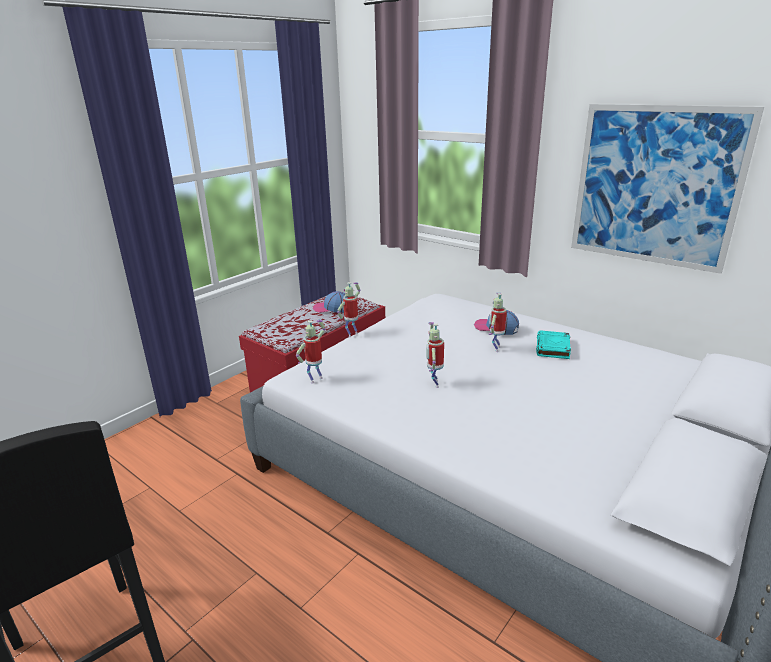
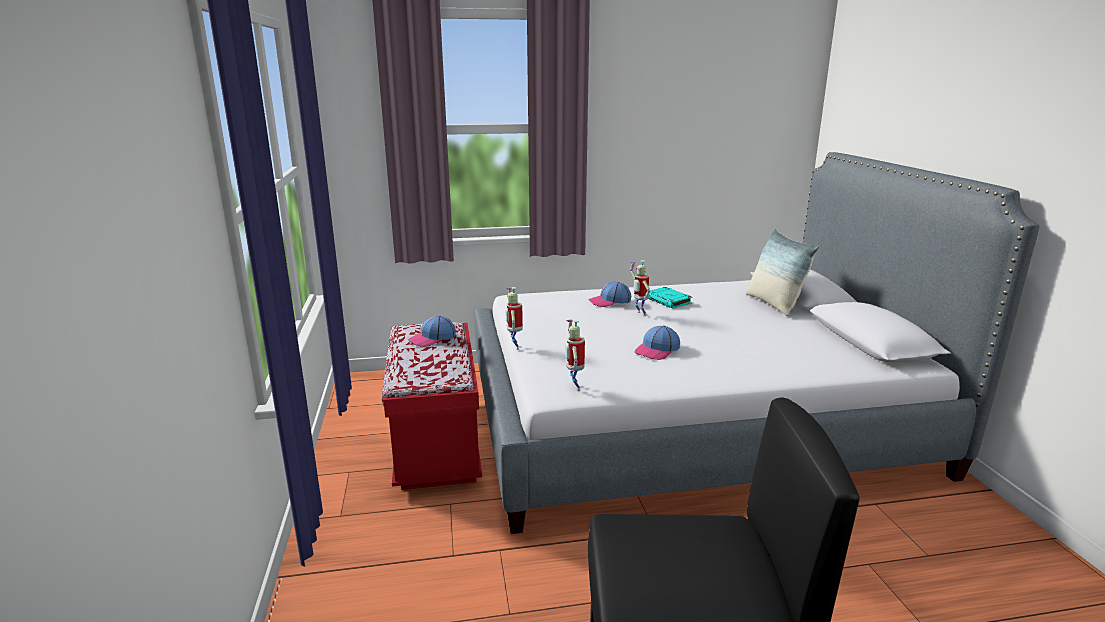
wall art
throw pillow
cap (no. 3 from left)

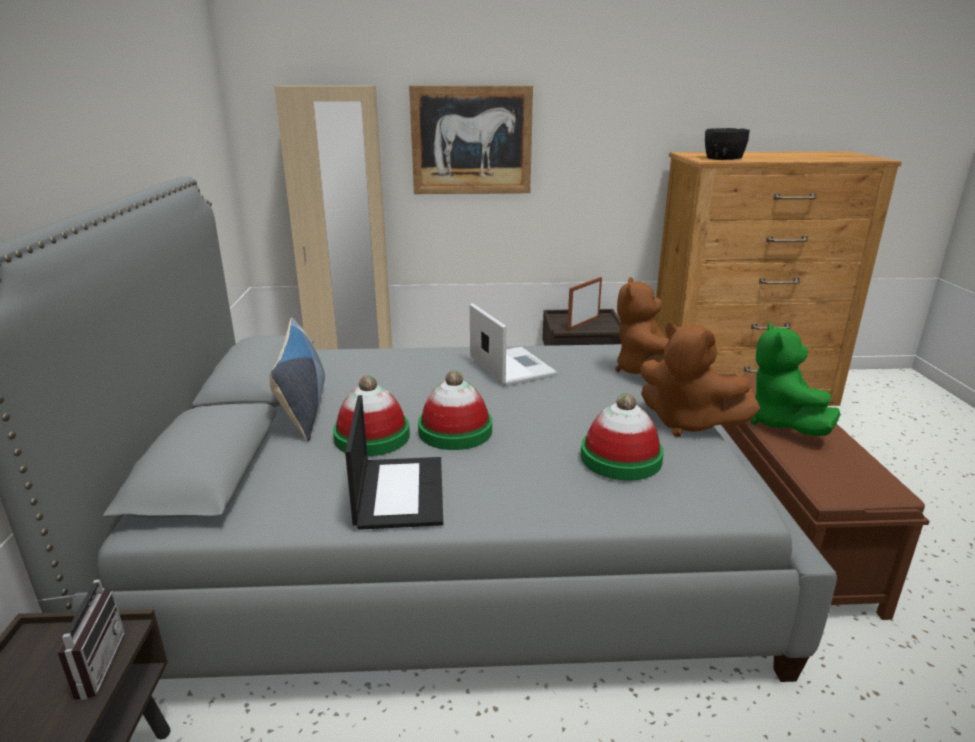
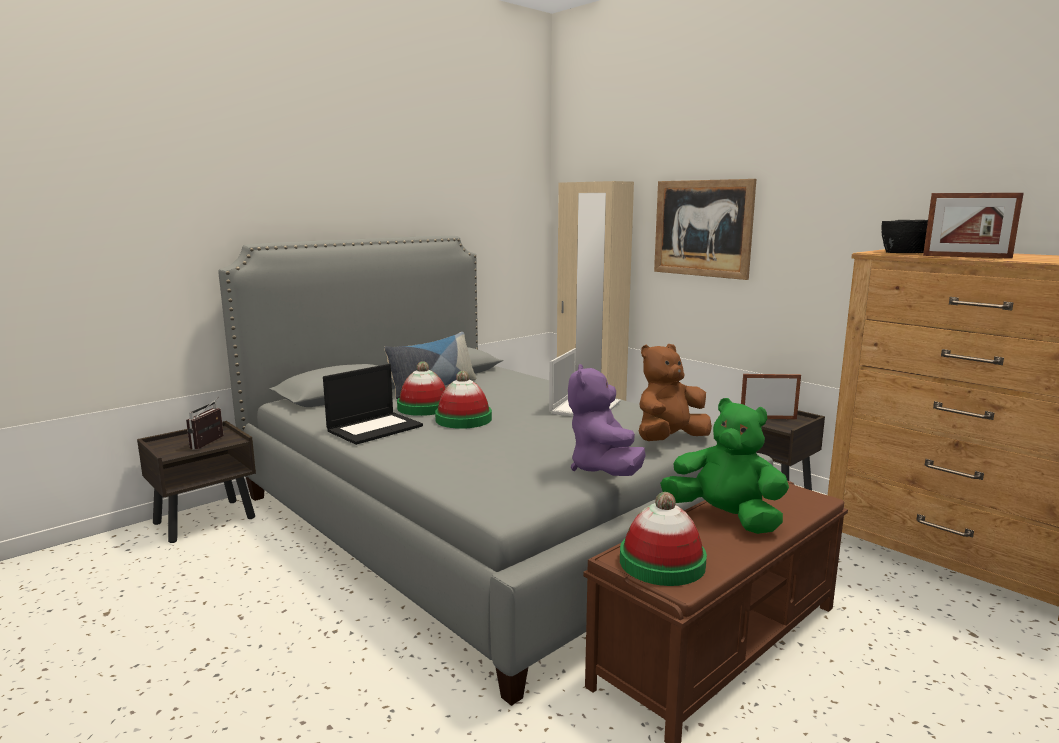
standing frame (no. 2 from left)
wearable hat (no. 3 from left)
cuddly toy (purple)
radio
cuddly toy (greenish)

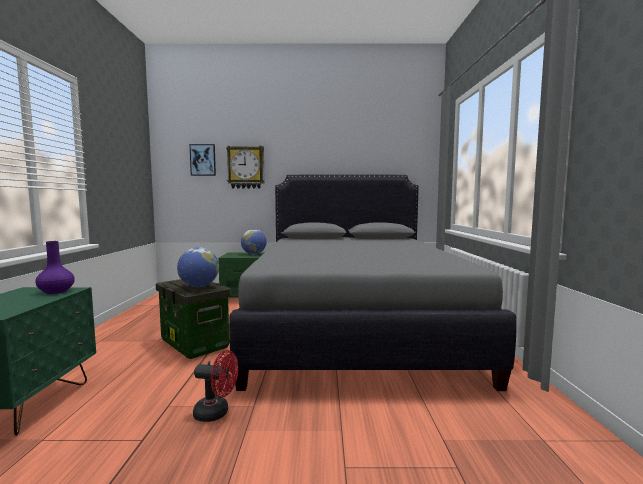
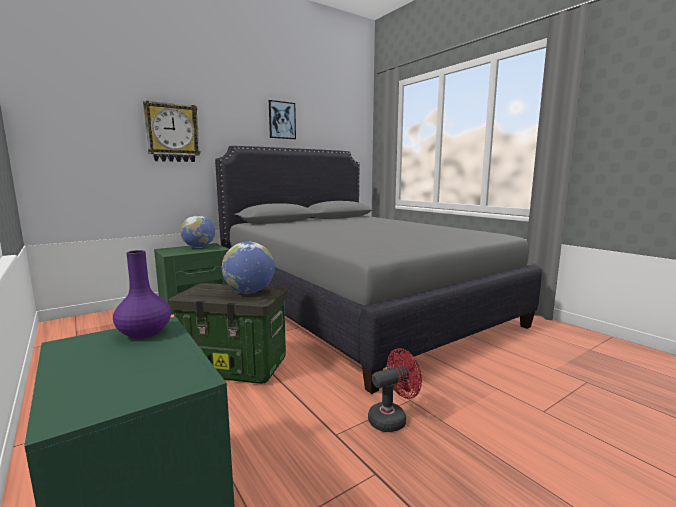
wall art

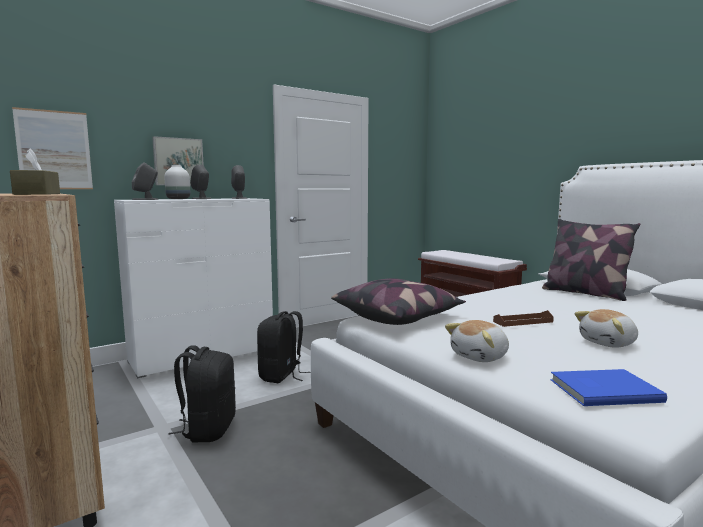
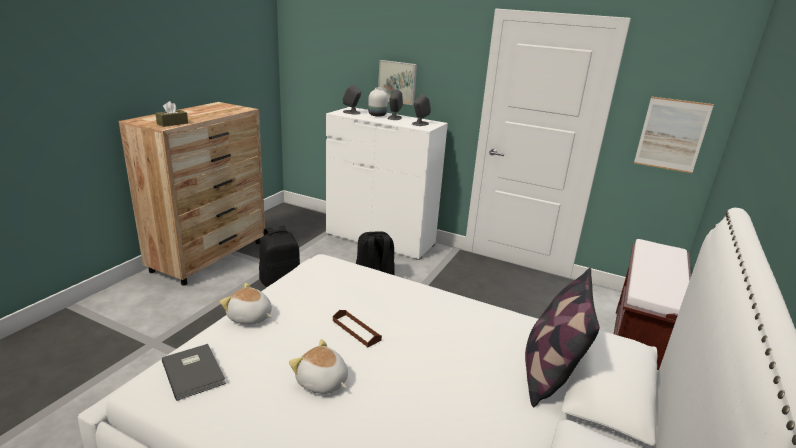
throw pillow (no. 1 from left in the first image)
wall art (no. 2 from left)
bound book (greyish)

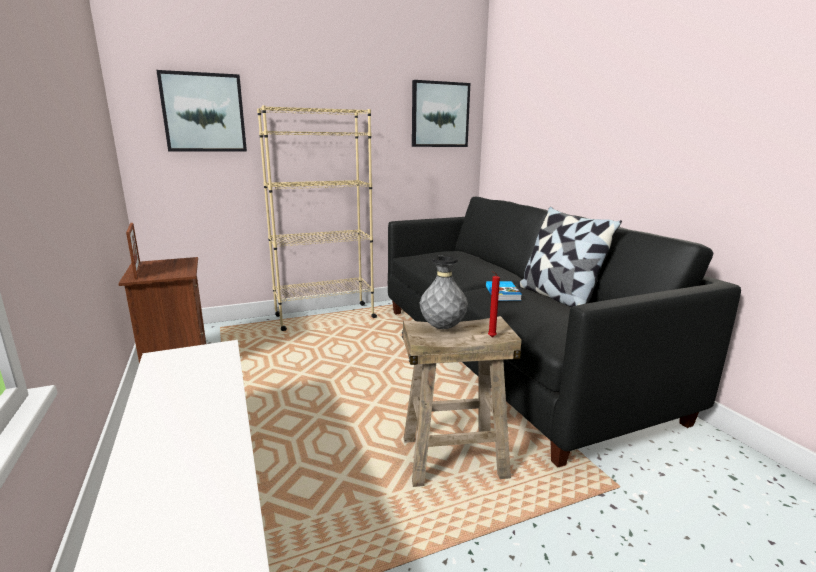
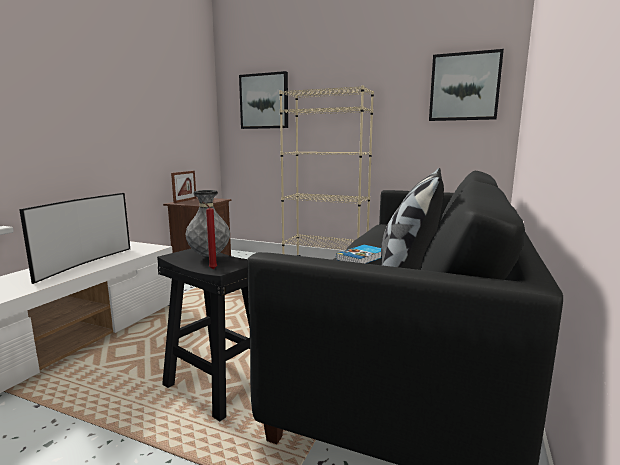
TV
sitting stool (black-coloured)

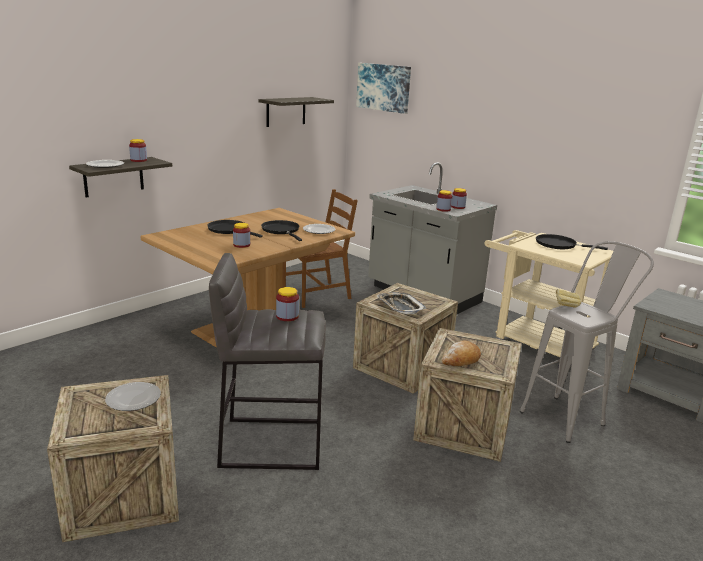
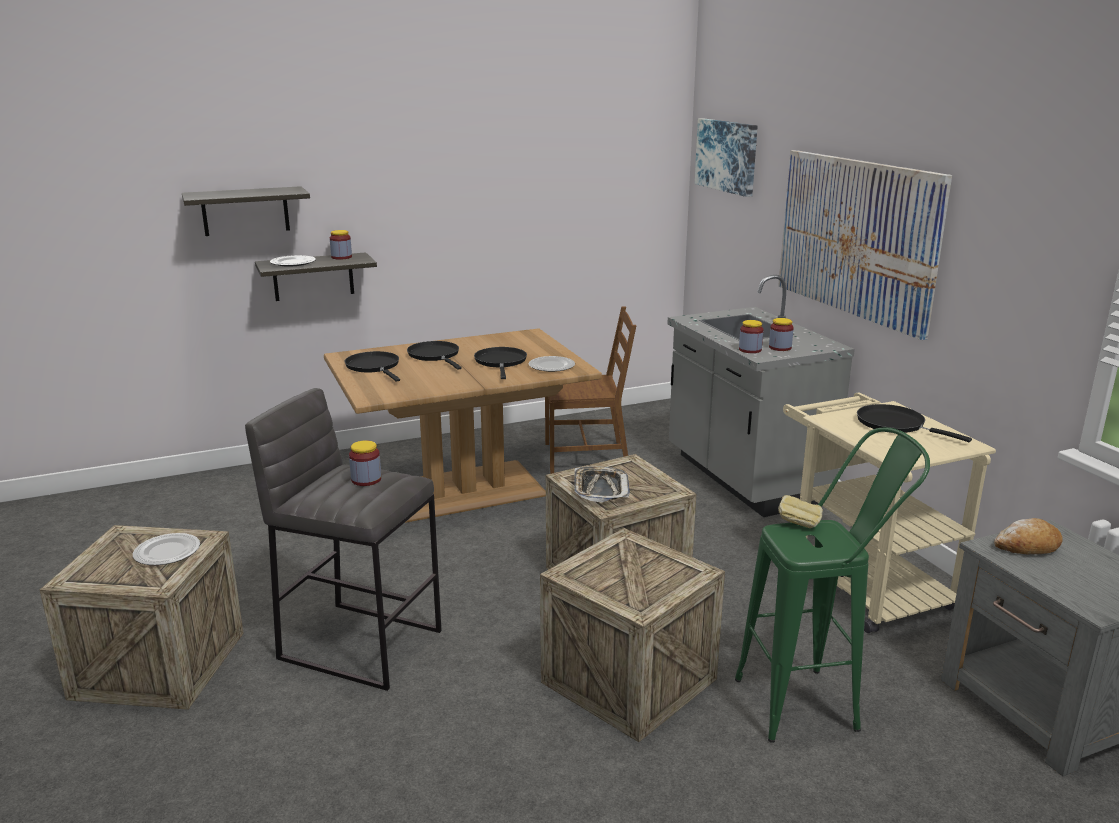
jar (no. 2 from left in the first image)
pan (black-coloured) (no. 1 from left)
wall art (no. 2 from left)
shelf (no. 1 from left)
bread (no. 2 from left)
sitting stool (greenish)

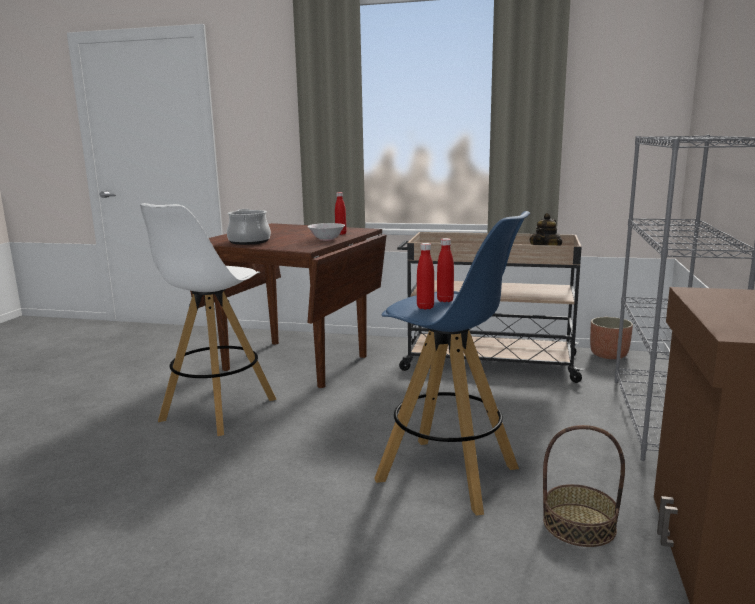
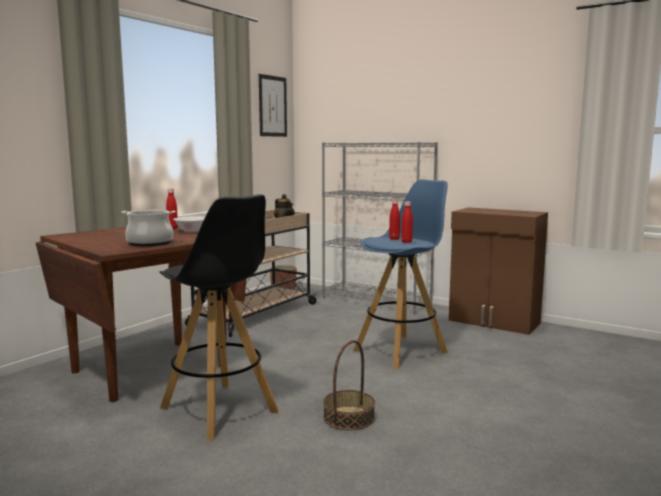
wall art
basket
sitting stool (black-coloured)

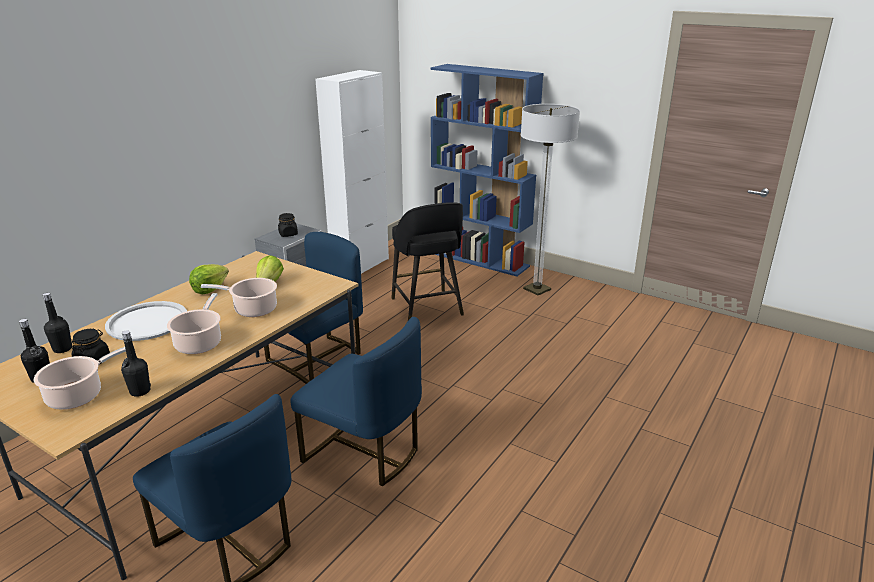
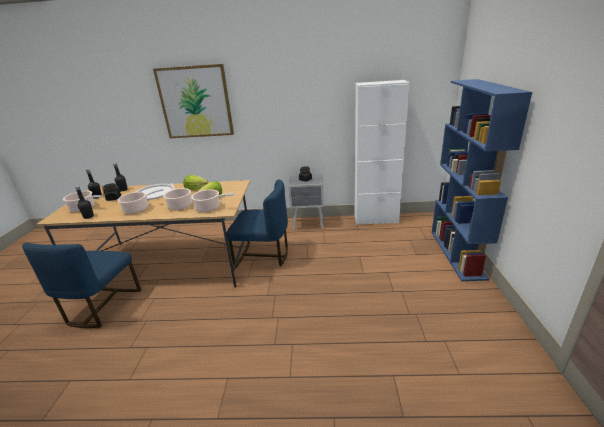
plain chair (blue) (no. 3 from left in the first image)
sitting stool (black-coloured)
floor lamp
wall art
stockpot (no. 4 from left)

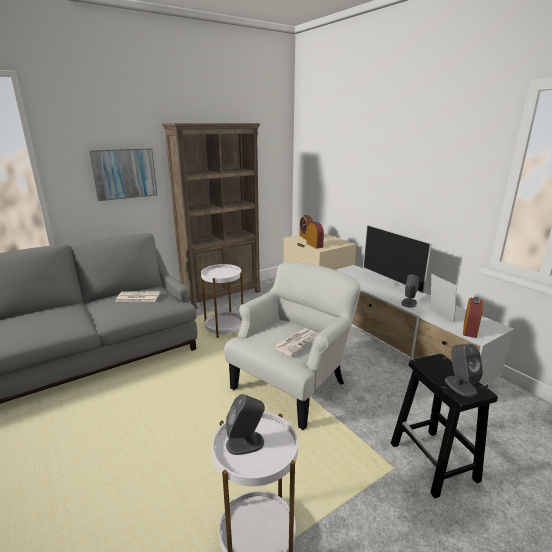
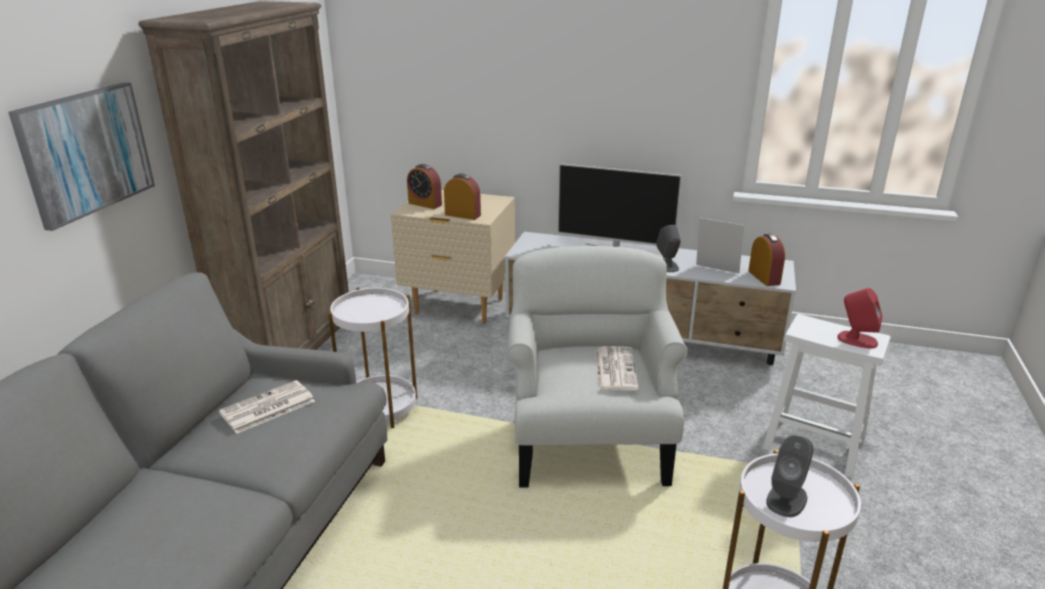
sitting stool (white-coloured)
speaker (red-coloured)

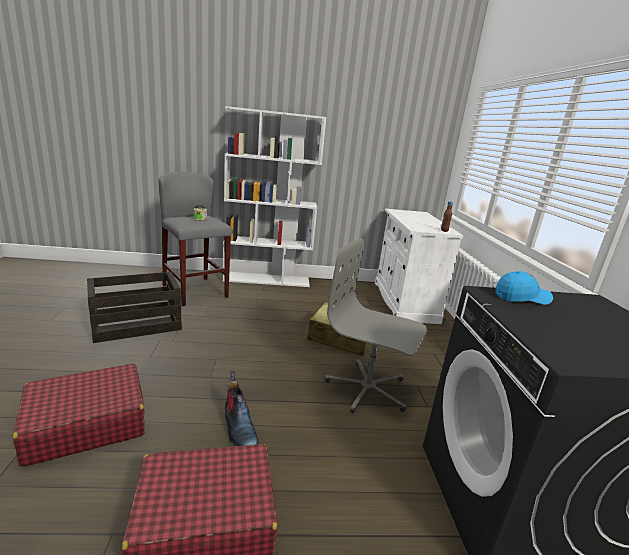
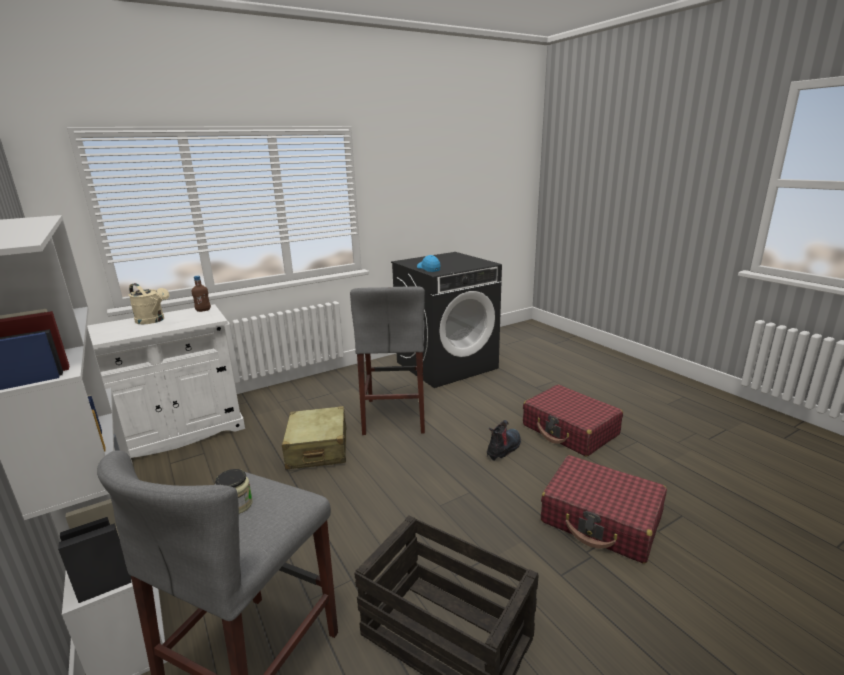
watering pot (beige)
sitting stool (greyish) (no. 2 from left)

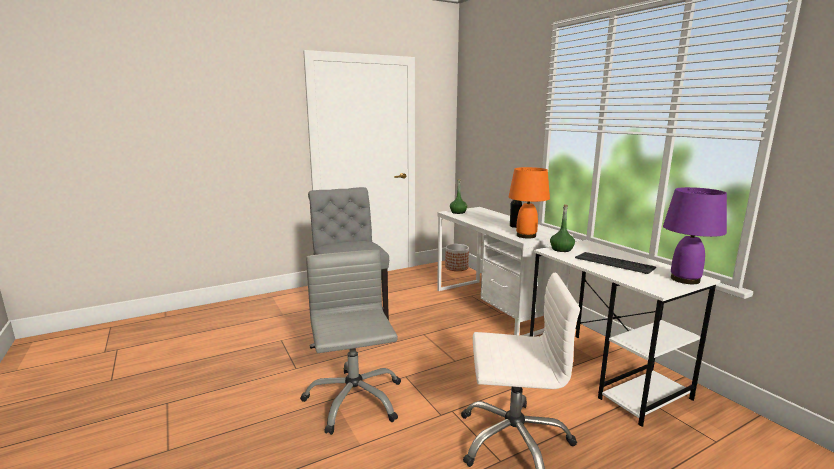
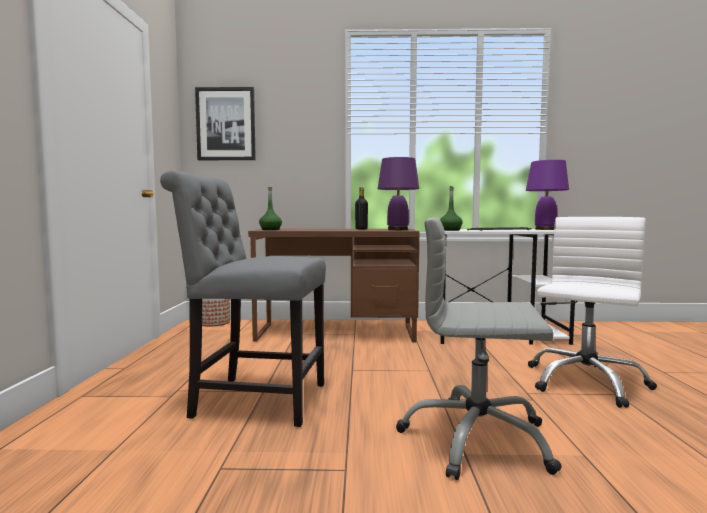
wall art
desk unit (brown)
tabletop lamp (purple) (no. 1 from left)

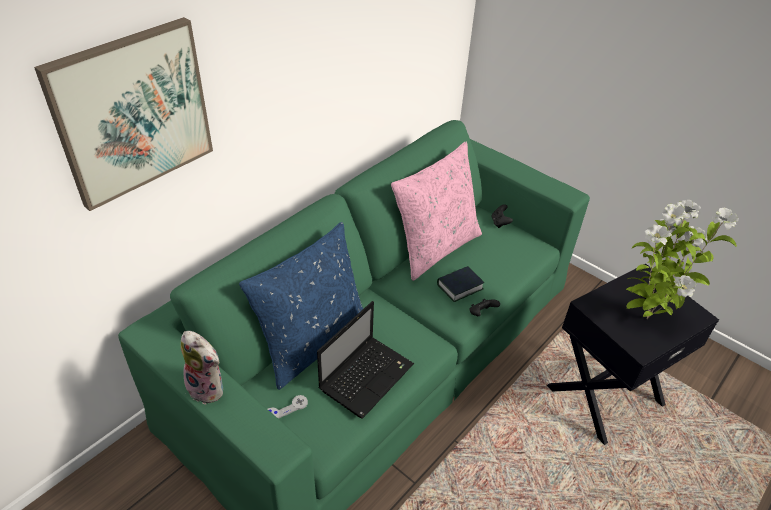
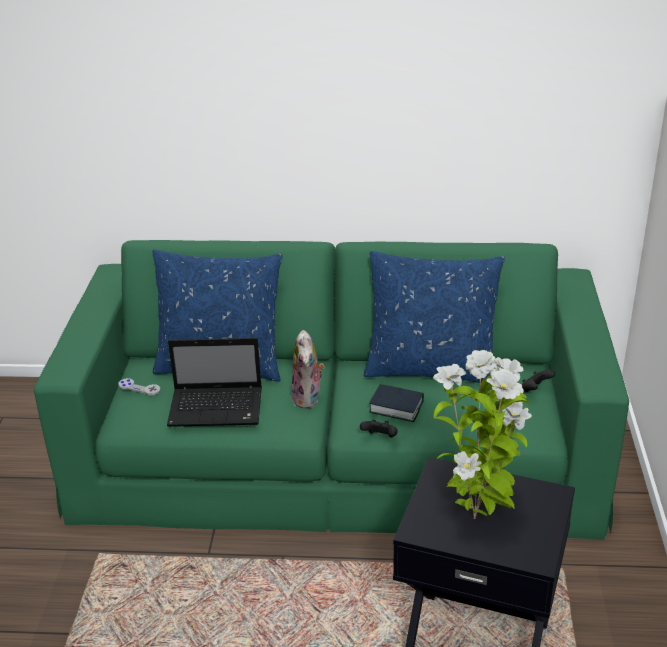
wall art
cuddly toy
throw pillow (blue) (no. 2 from left)

